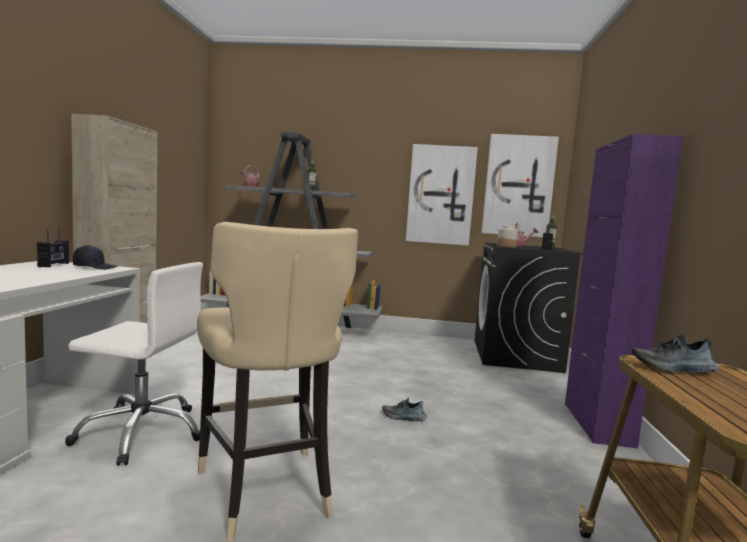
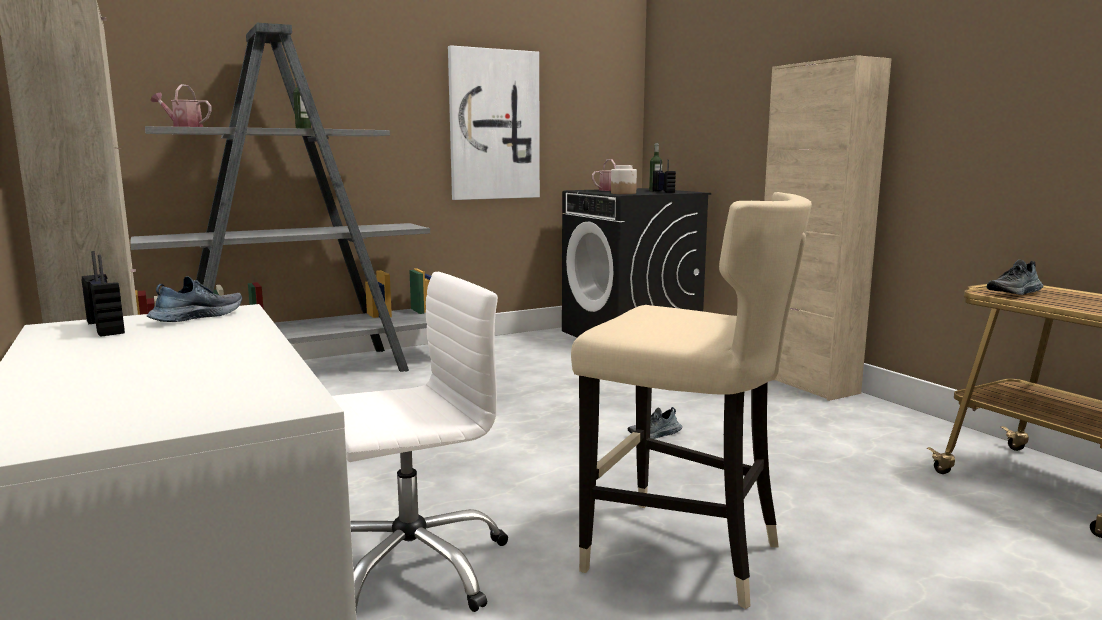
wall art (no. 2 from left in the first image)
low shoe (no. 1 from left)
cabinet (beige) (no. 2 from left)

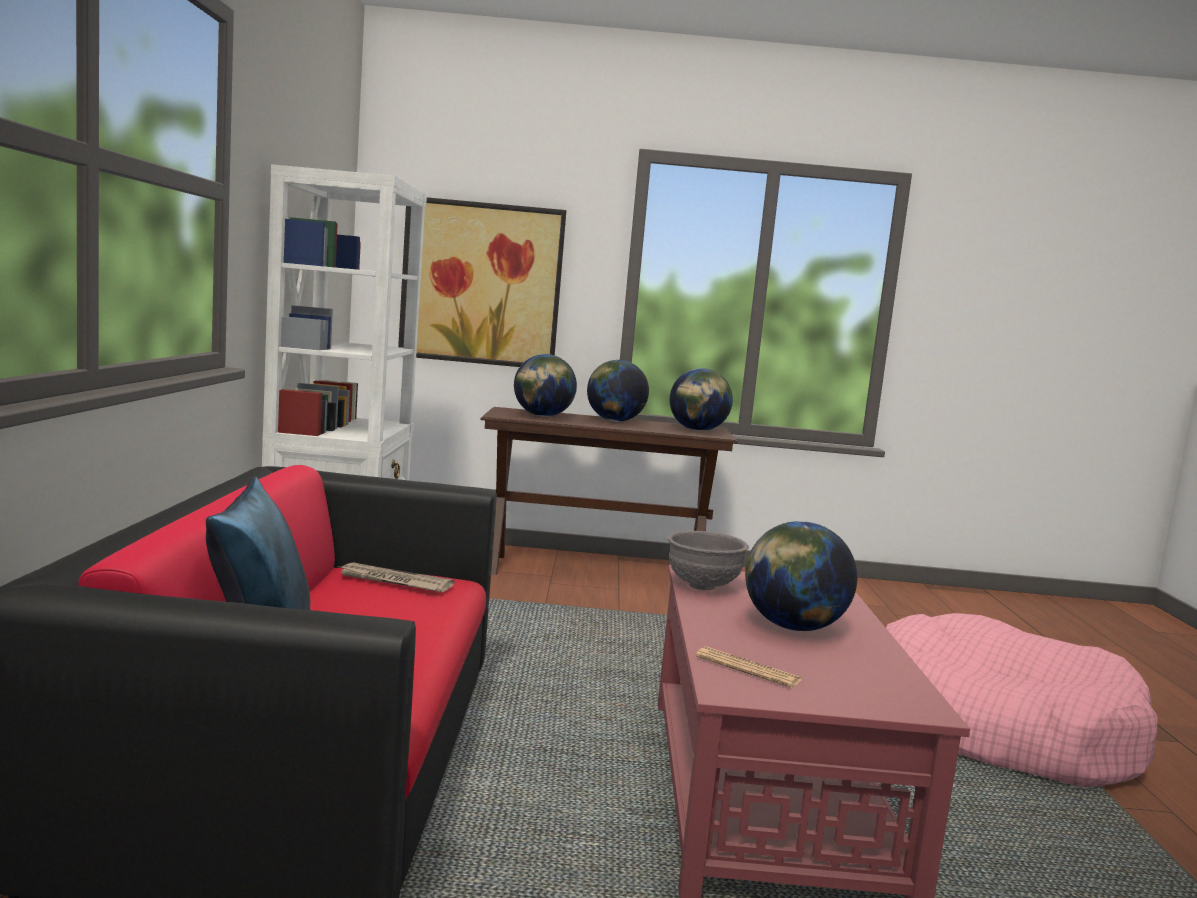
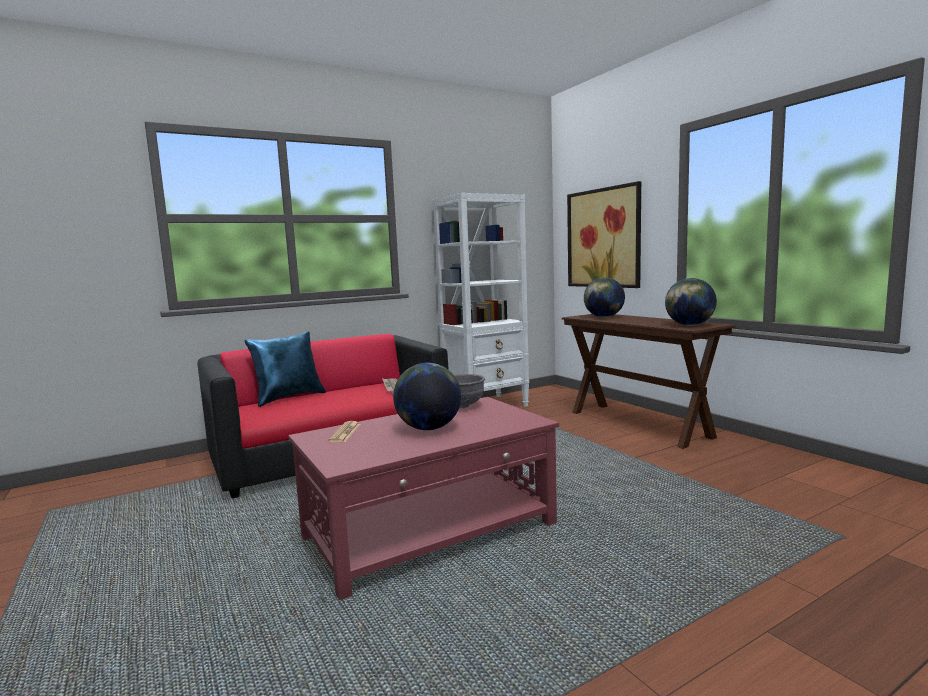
desk globe (no. 2 from left in the first image)
dog cushion (pinkish)

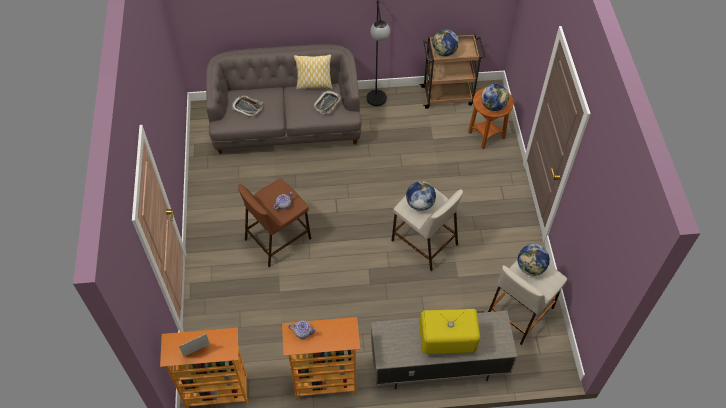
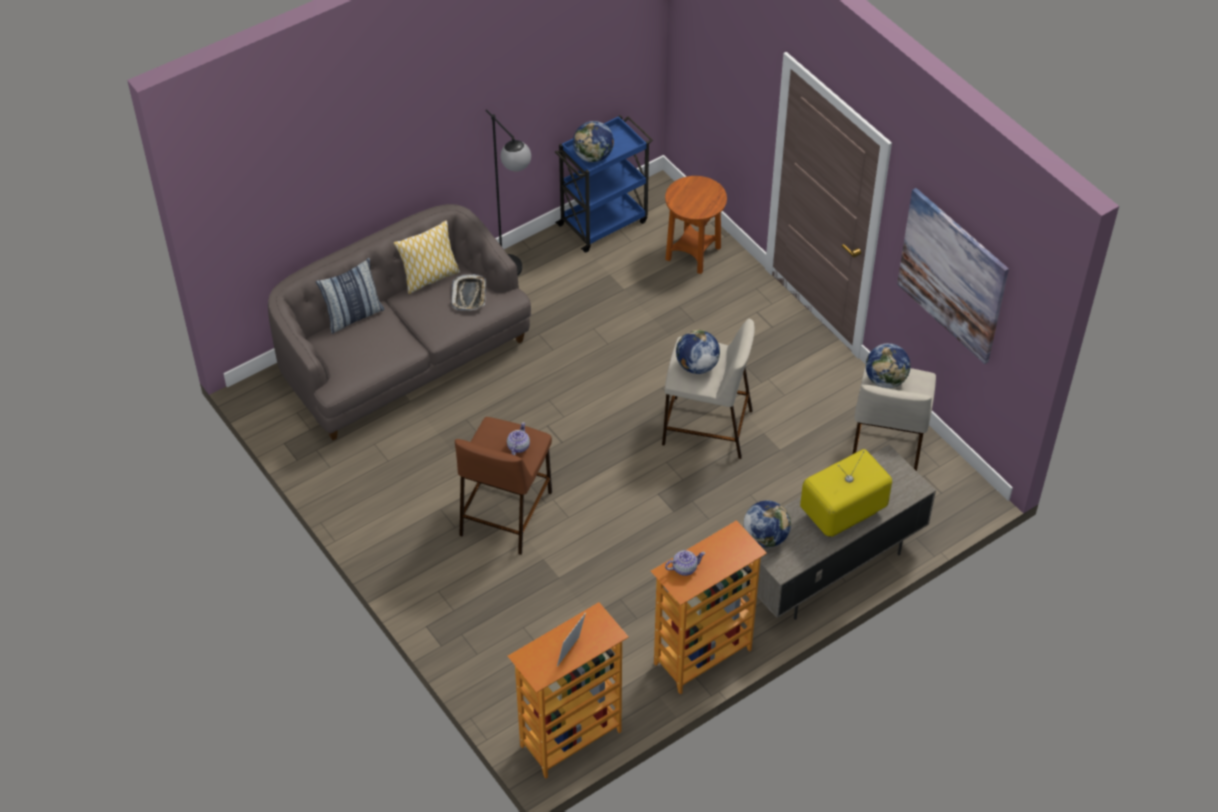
serving tray (no. 1 from left in the first image)
throw pillow (no. 1 from left)
wall art
desk globe (no. 3 from left)
trolley (blue)

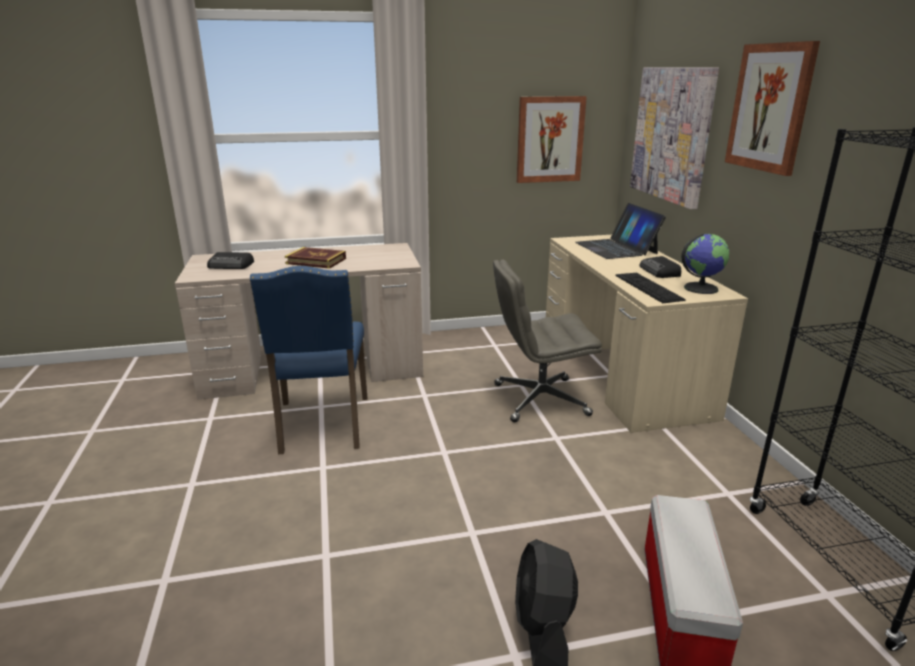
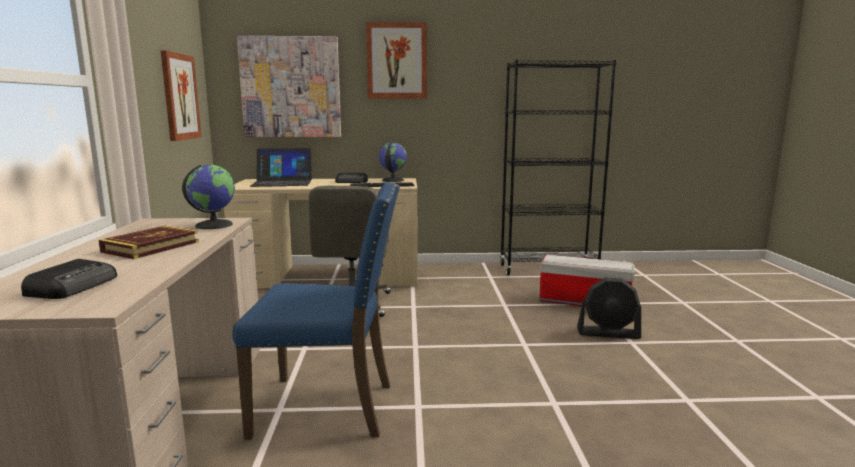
desk globe (no. 1 from left)

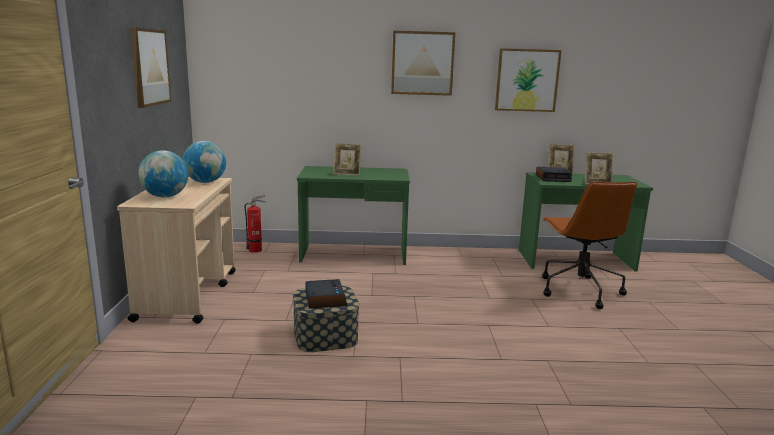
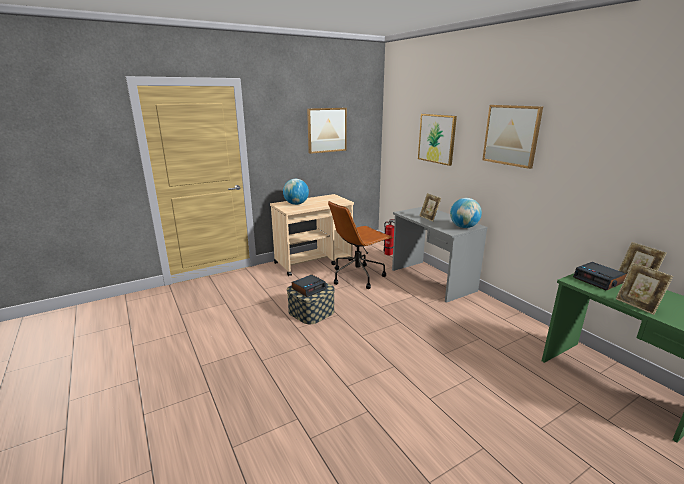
desk globe (no. 2 from left)
wall art (no. 2 from left)
computer chair (brown)
desk unit (greyish)

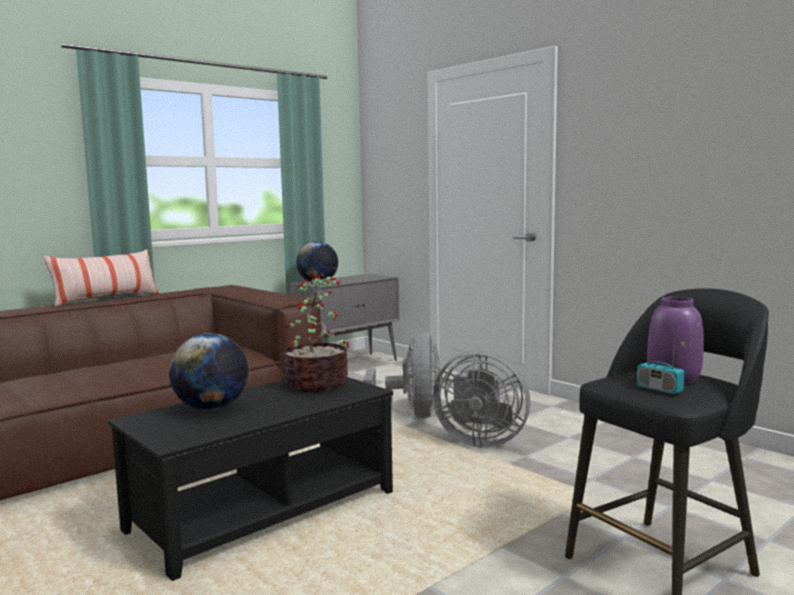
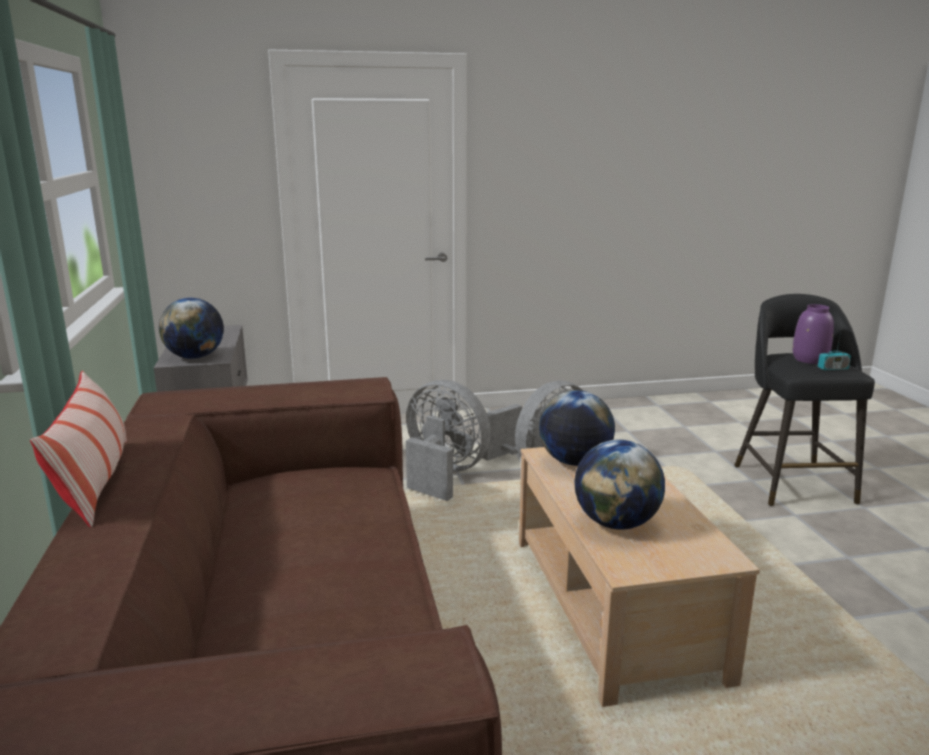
desk globe (no. 2 from left)
lounge table (beige)

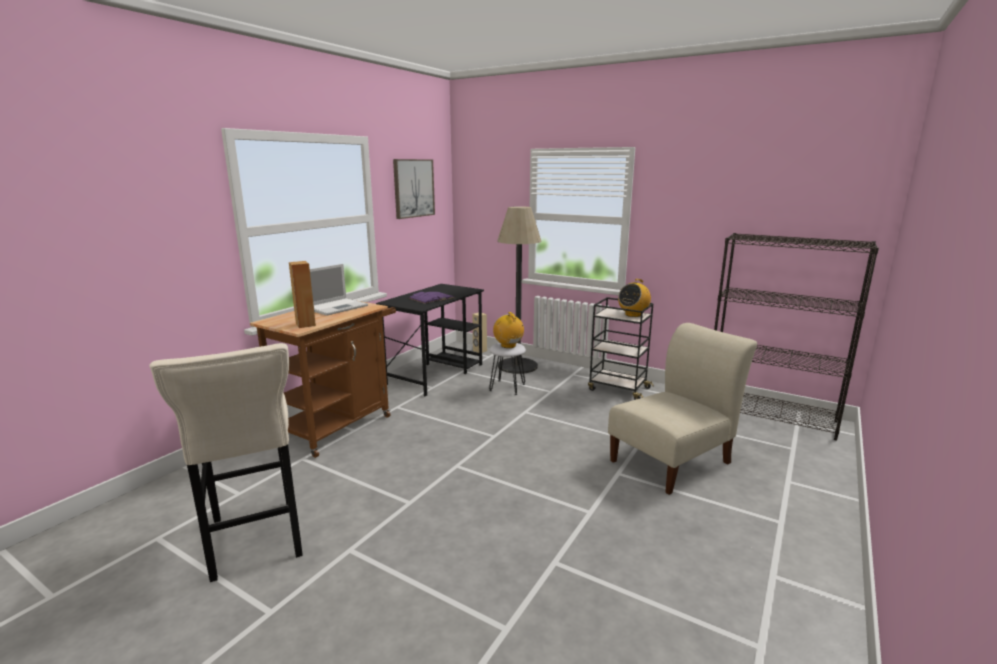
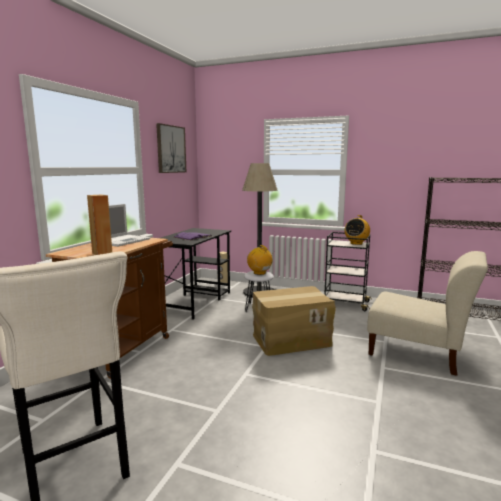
packing box
plain chair (beige)

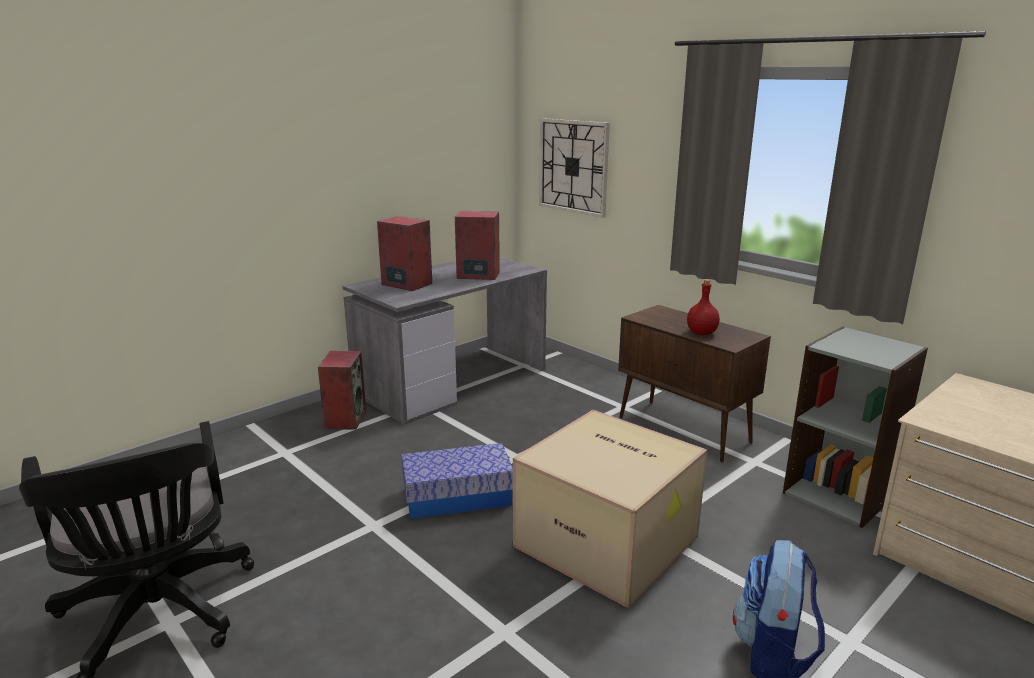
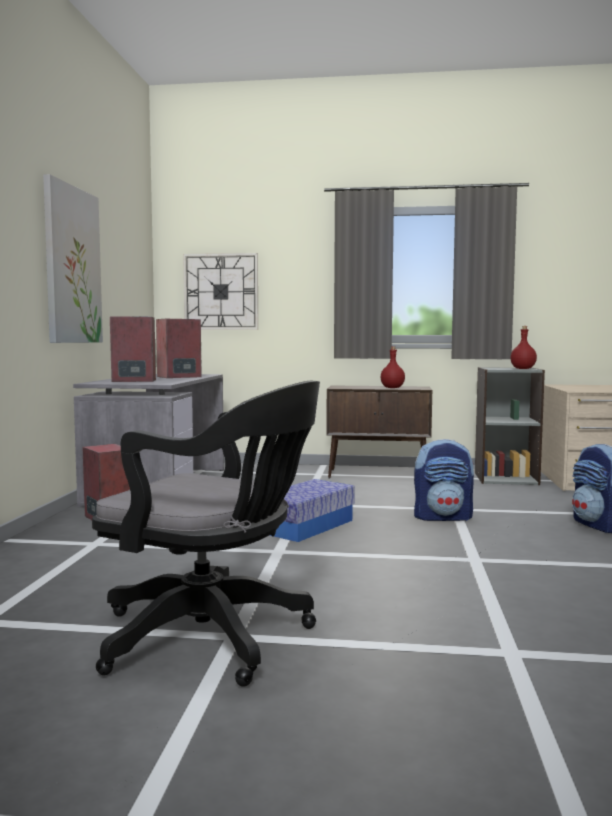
wall art
drink bottle (red-coloured) (no. 2 from left)
backpack (no. 1 from left)

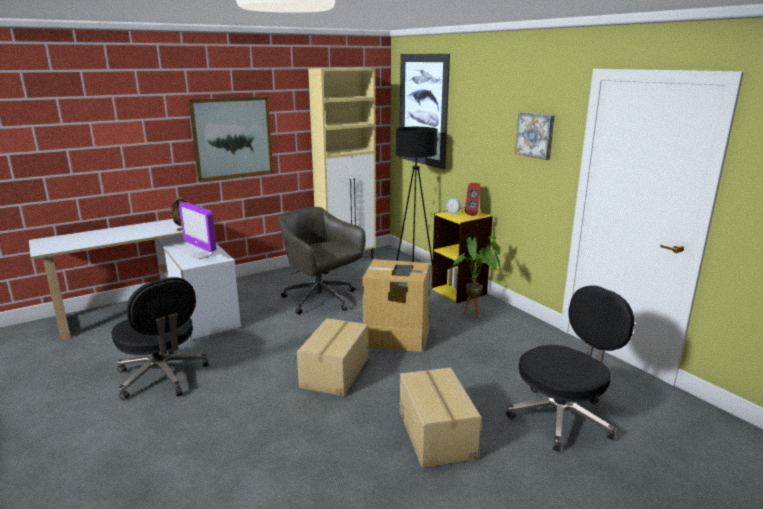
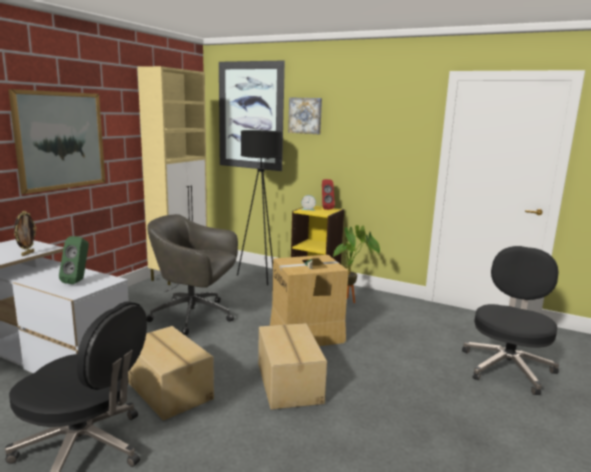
packing box (no. 1 from left)
wall art (no. 3 from left)
speaker (greenish)

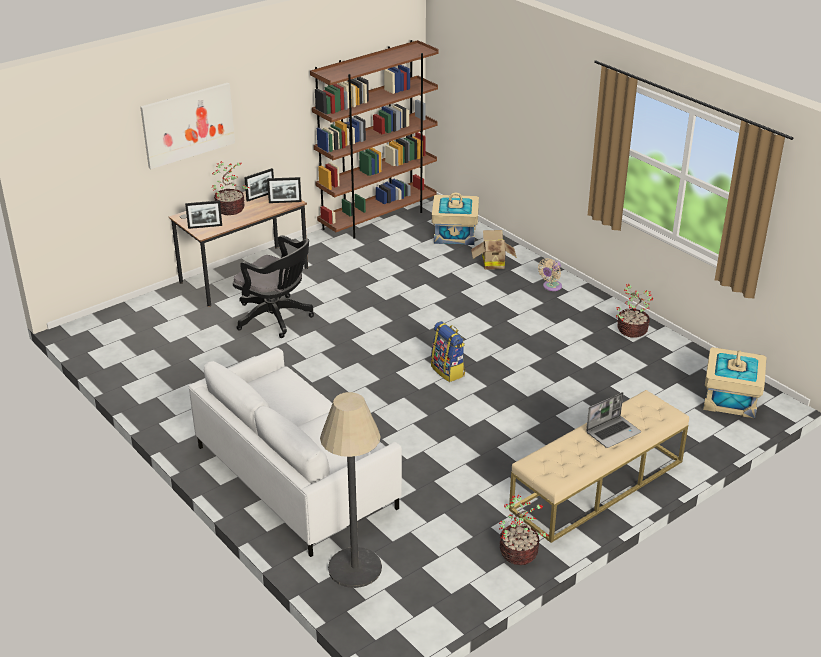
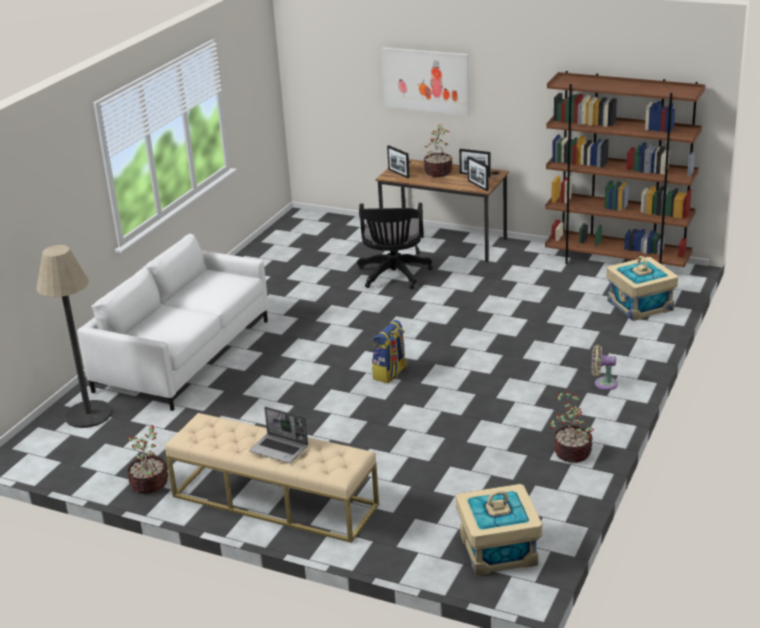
packing box

